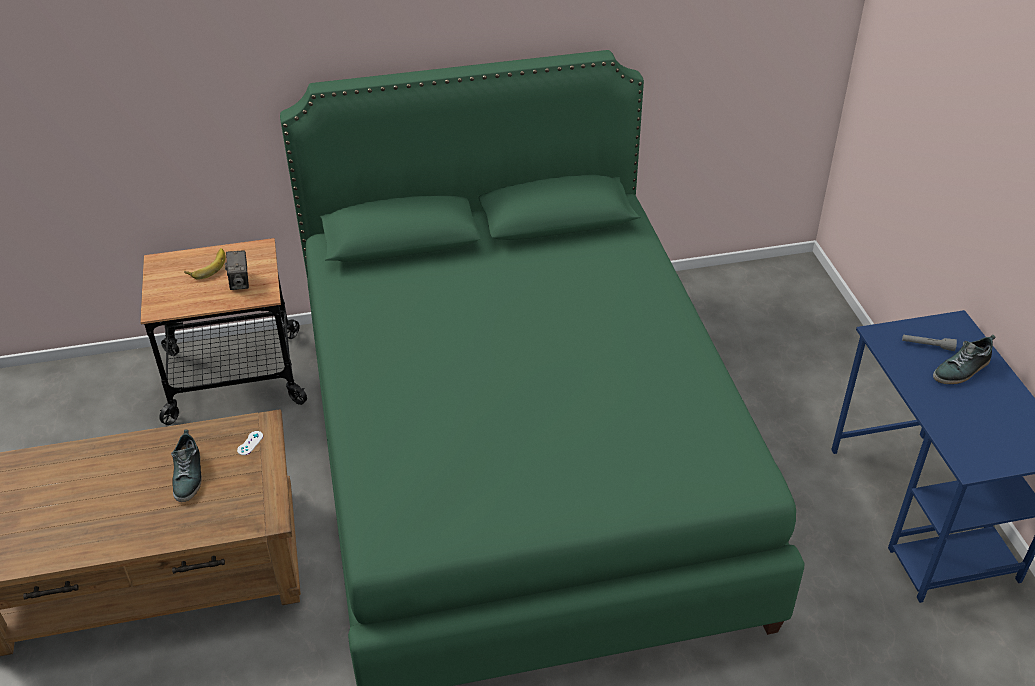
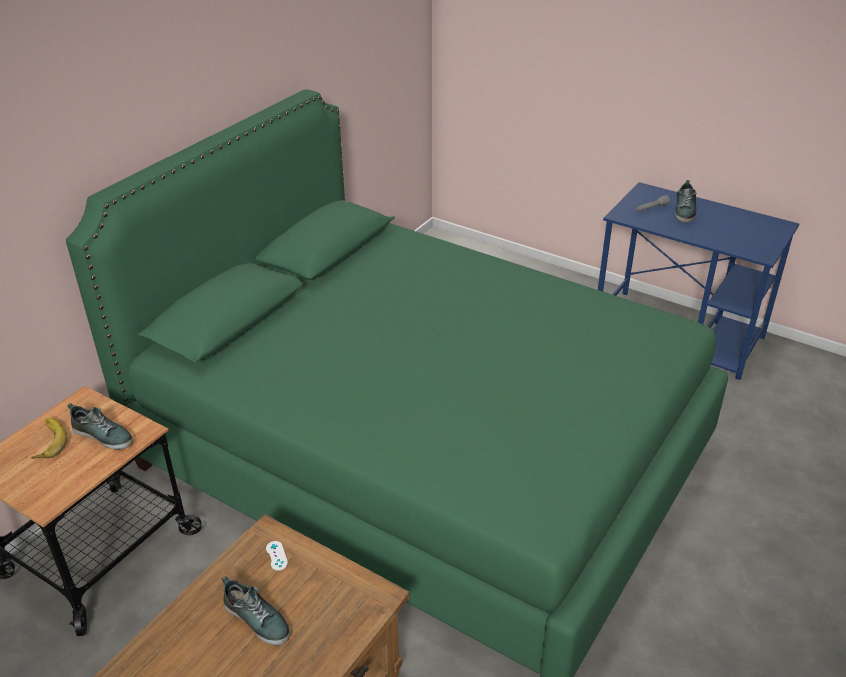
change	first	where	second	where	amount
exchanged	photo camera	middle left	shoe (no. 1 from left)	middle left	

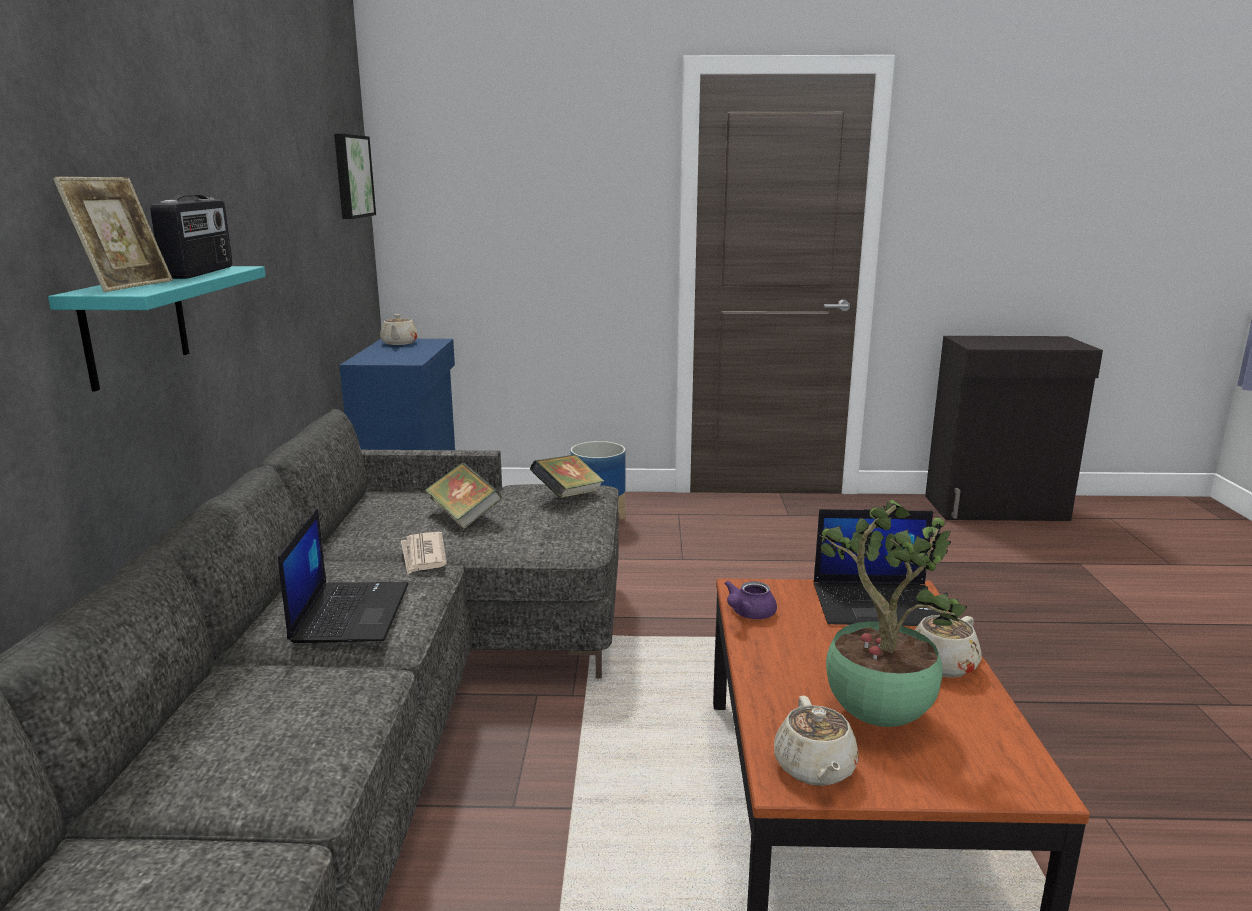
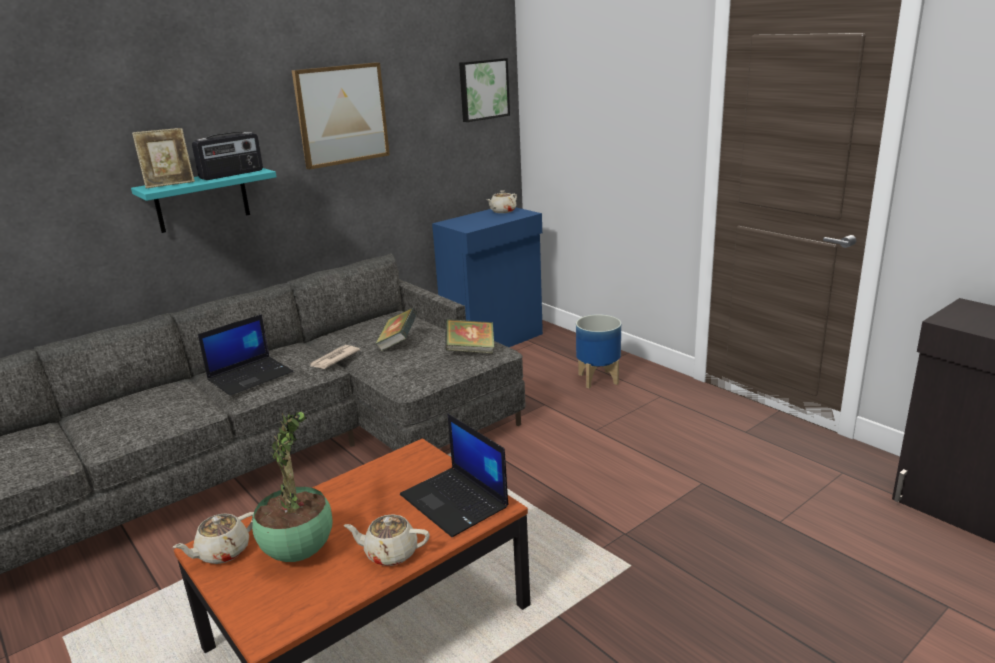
change	first	where	second	where	amount
missing	purple teapot	centre			
appeared			picture (no. 1 from left)	top centre	

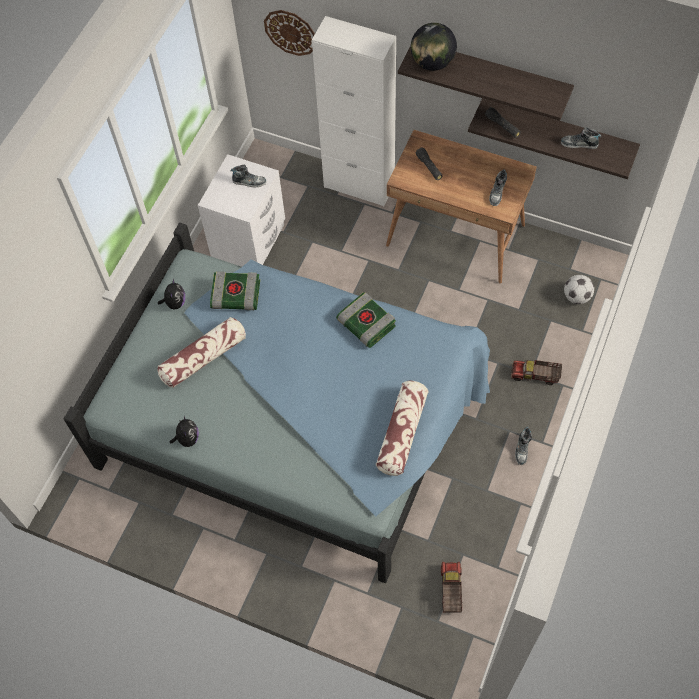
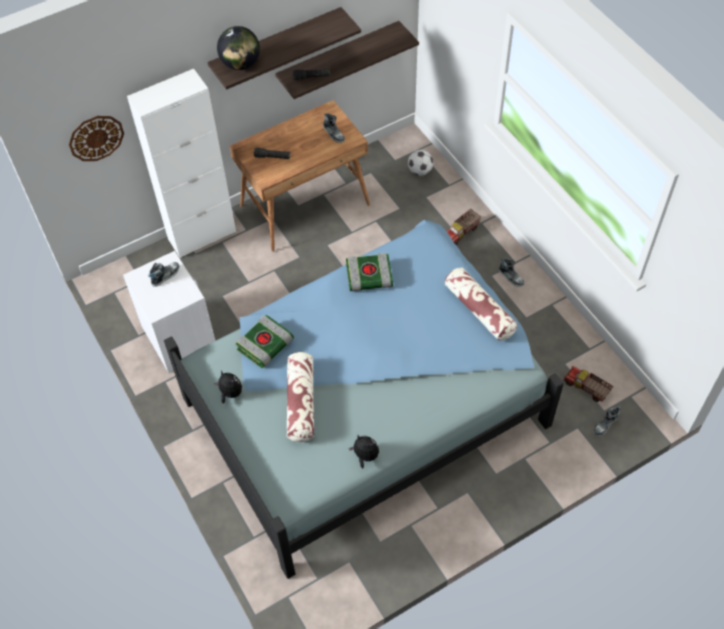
change	first	where	second	where	amount
relocated	shoe (no. 4 from left)	top right		bottom right	

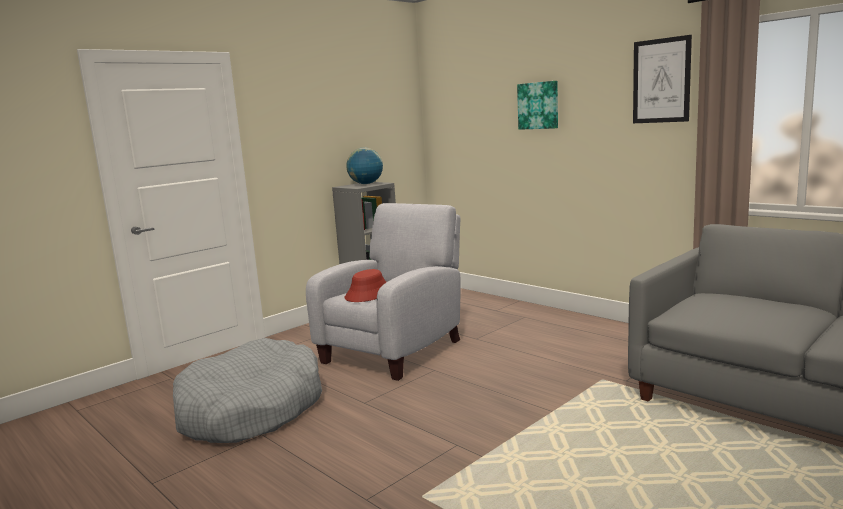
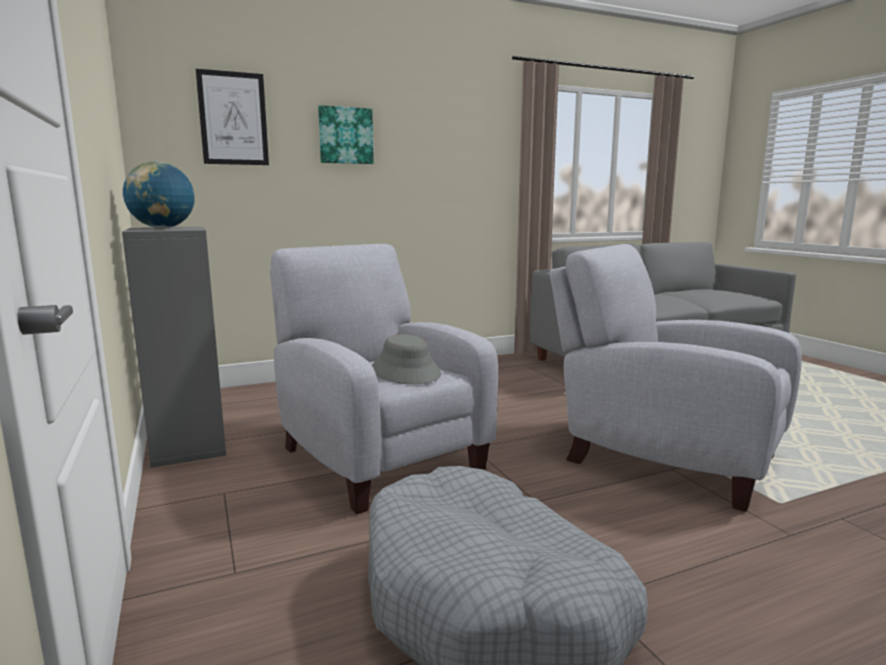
change	first	where	second	where	amount
appeared			grey armchair (no. 2 from left)	middle right	
relocated	picture (no. 2 from left in the first image)	top right	picture (no. 1 from left)	top left	
colour	red hat	centre	grey hat	centre	

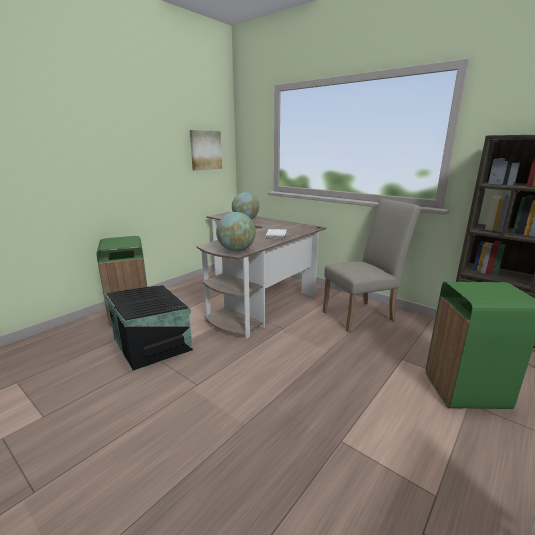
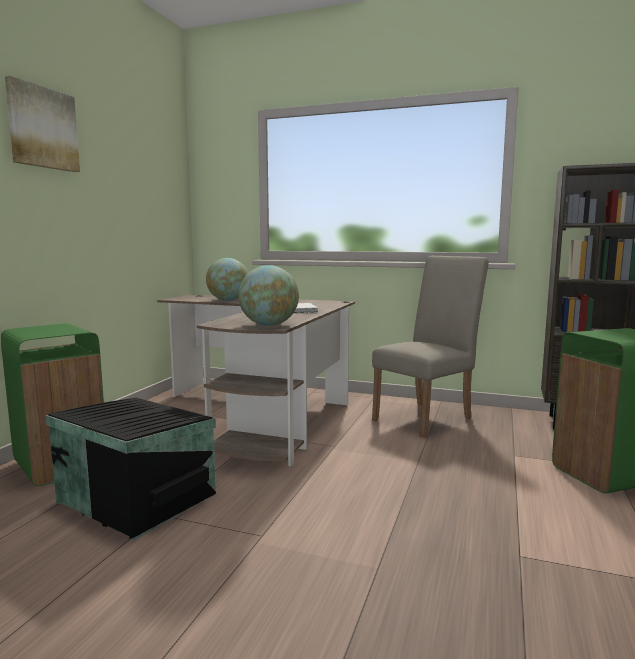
change	first	where	second	where	amount
relocated	picture	top centre		top left	

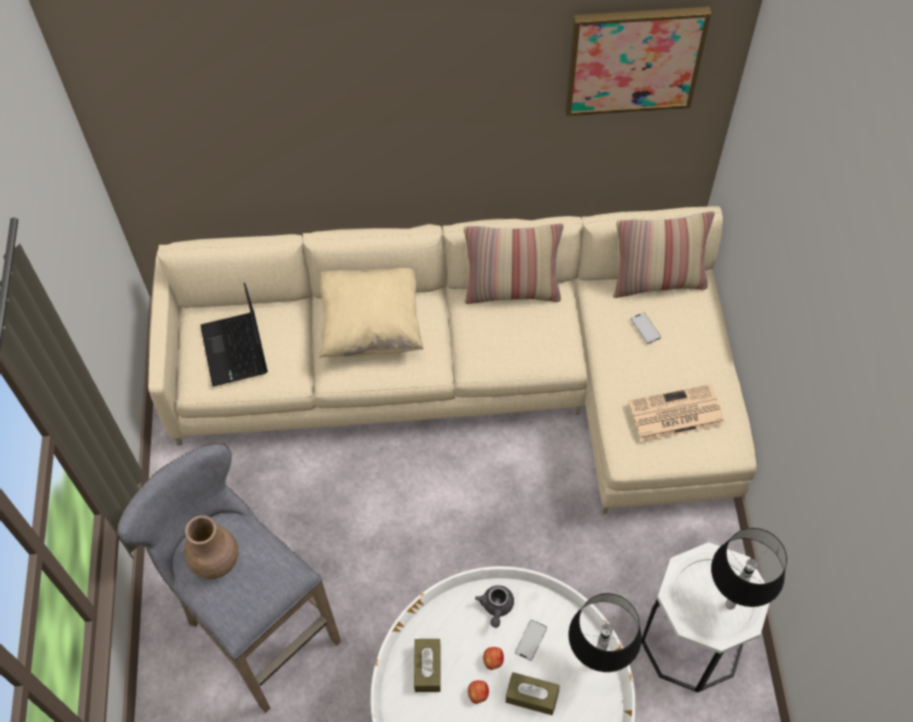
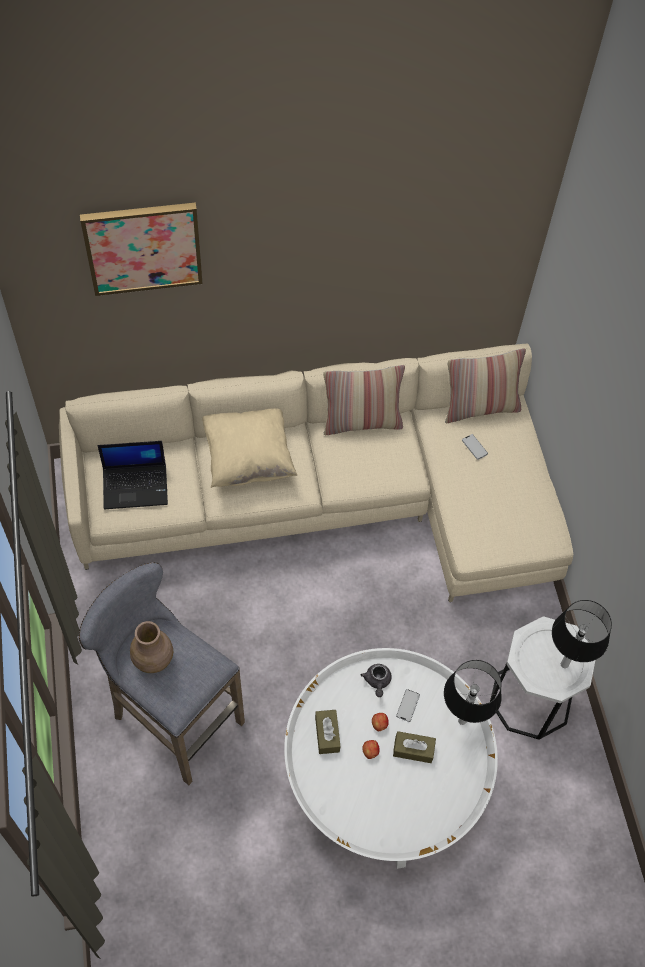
change	first	where	second	where	amount
missing	newspaper	middle right			
relocated	picture	top right		top left	
spun	laptop	middle left		middle left	75 degrees counterclockwise

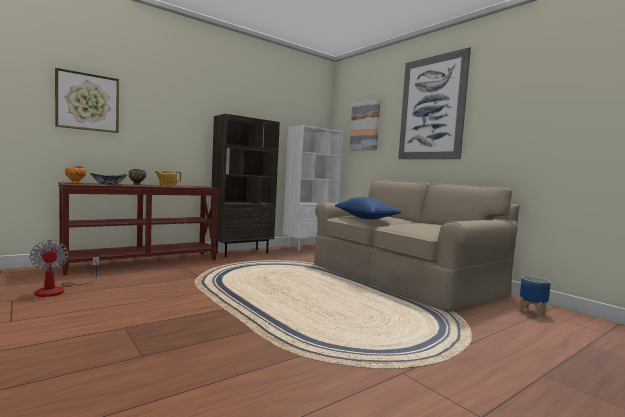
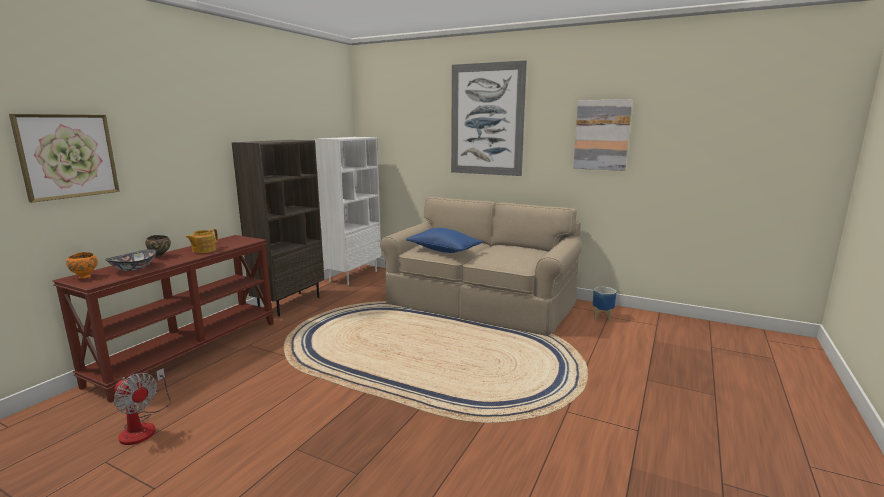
change	first	where	second	where	amount
relocated	picture (no. 2 from left in the first image)	top centre	picture (no. 3 from left)	top right	

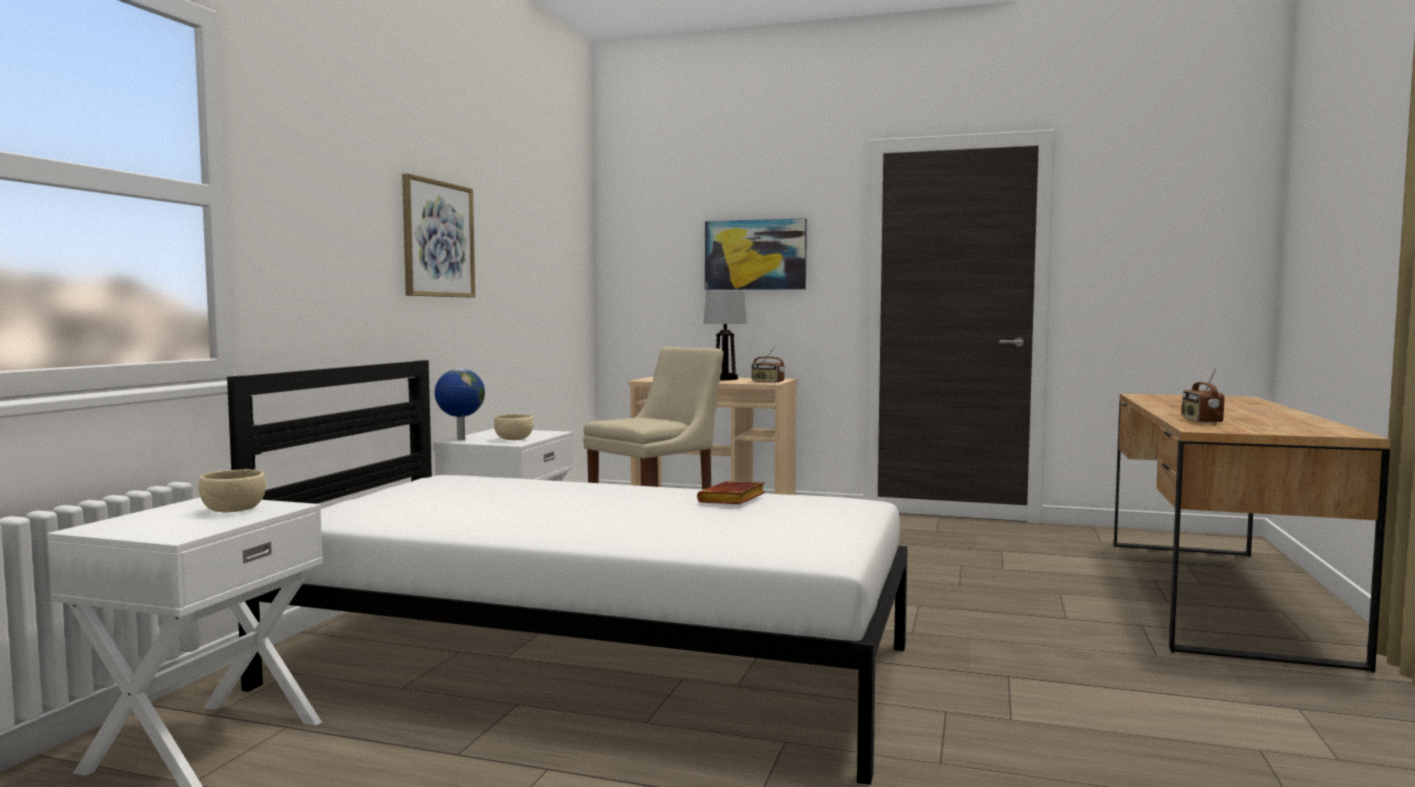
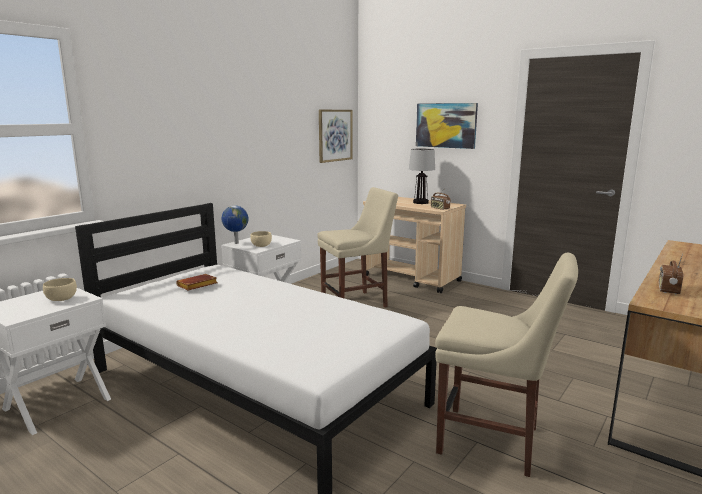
change	first	where	second	where	amount
appeared			beige chair (no. 2 from left)	bottom right	
relocated	picture (no. 1 from left)	top left		top centre	
relocated	brown book	centre		middle left	

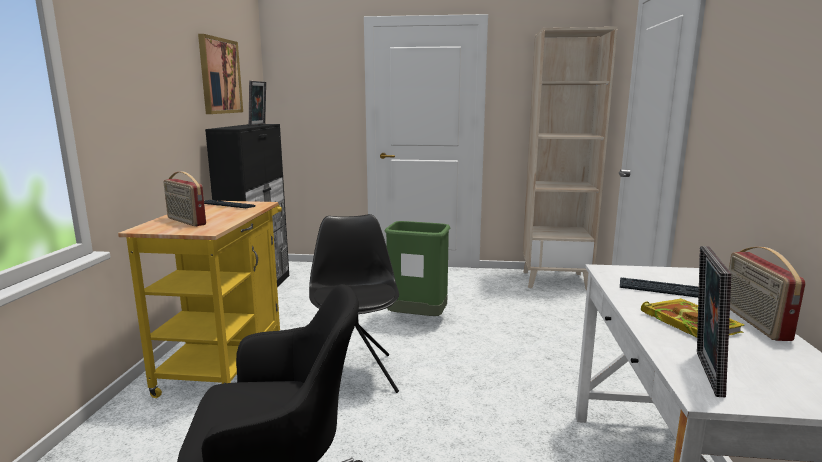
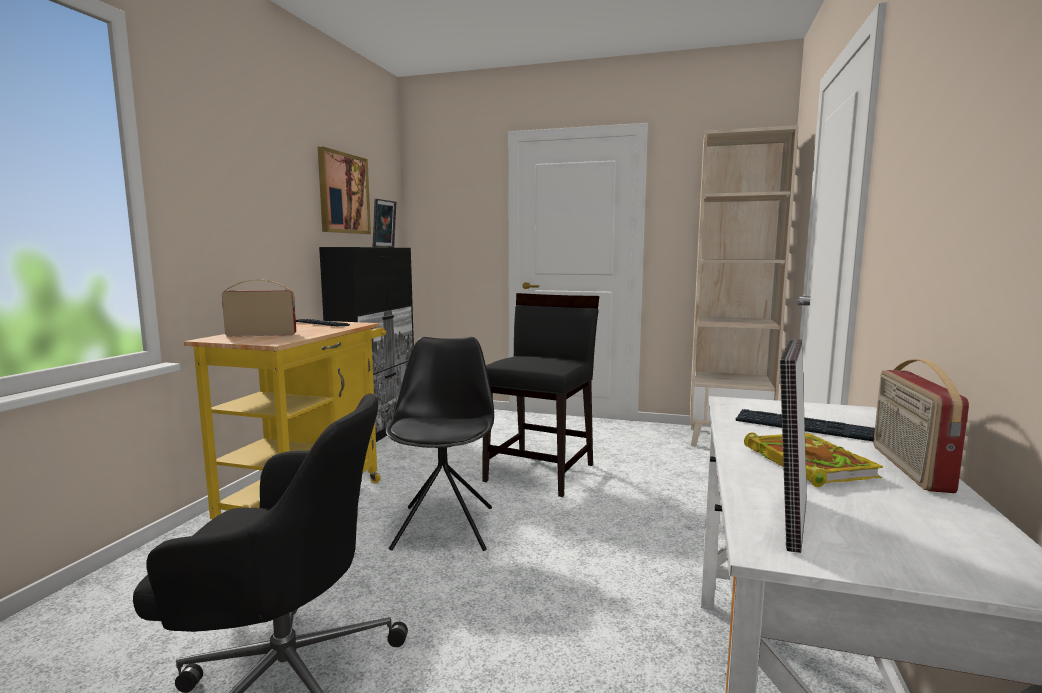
change	first	where	second	where	amount
exchanged	green trash can	centre	black chair (no. 2 from left)	centre	
spun	radio (no. 1 from left)	middle left		middle left	120 degrees clockwise

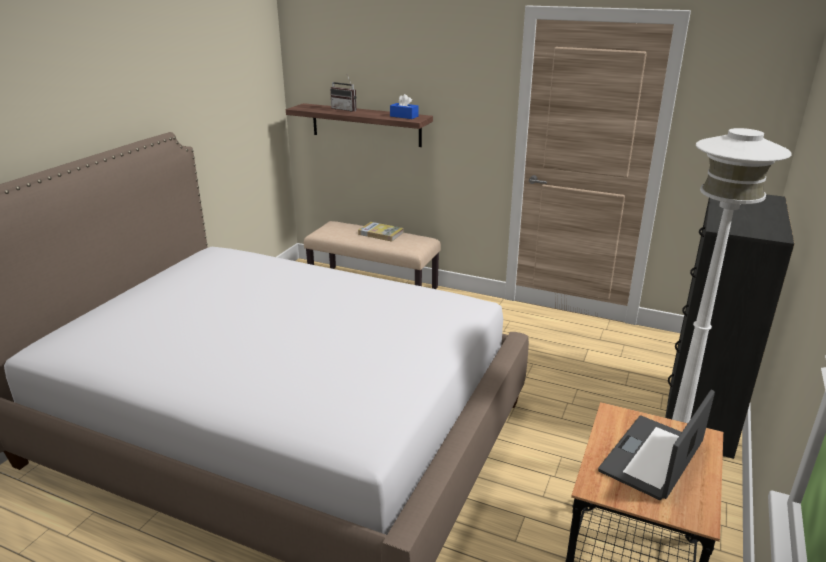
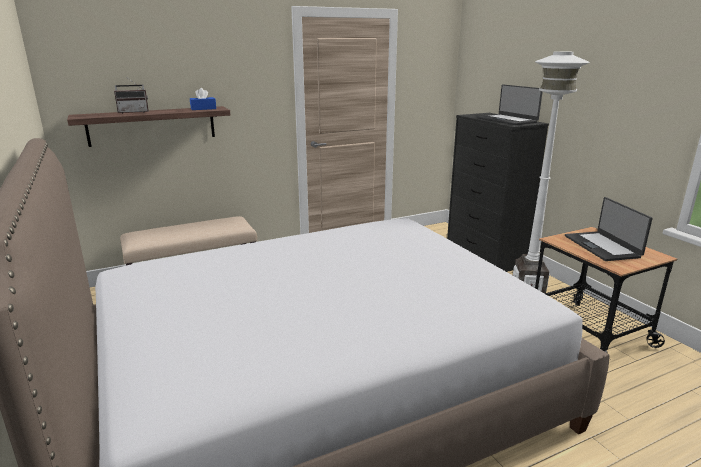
change	first	where	second	where	amount
missing	book	centre			
appeared			laptop (no. 1 from left)	top right	

